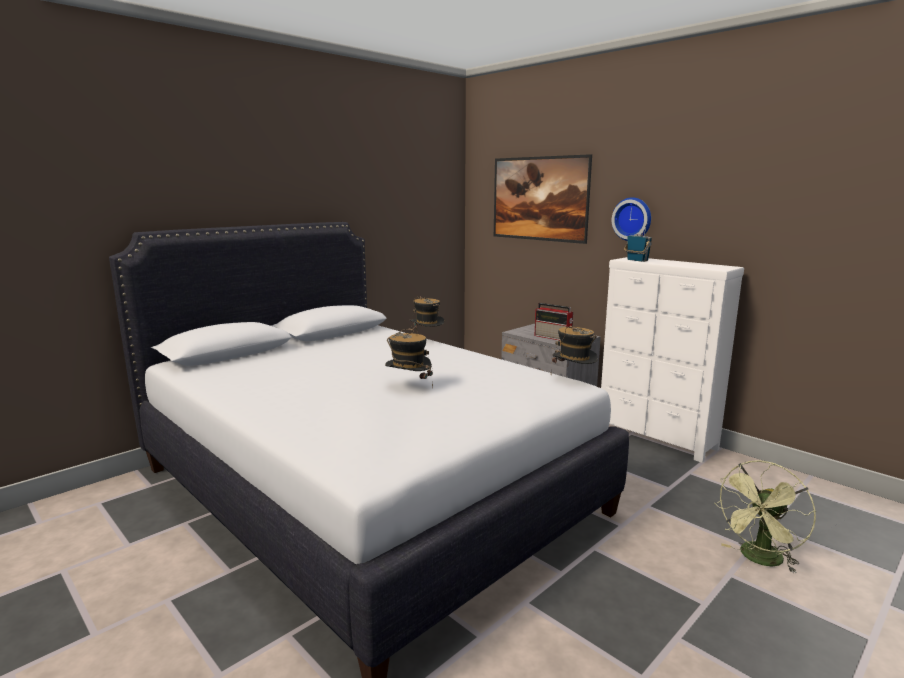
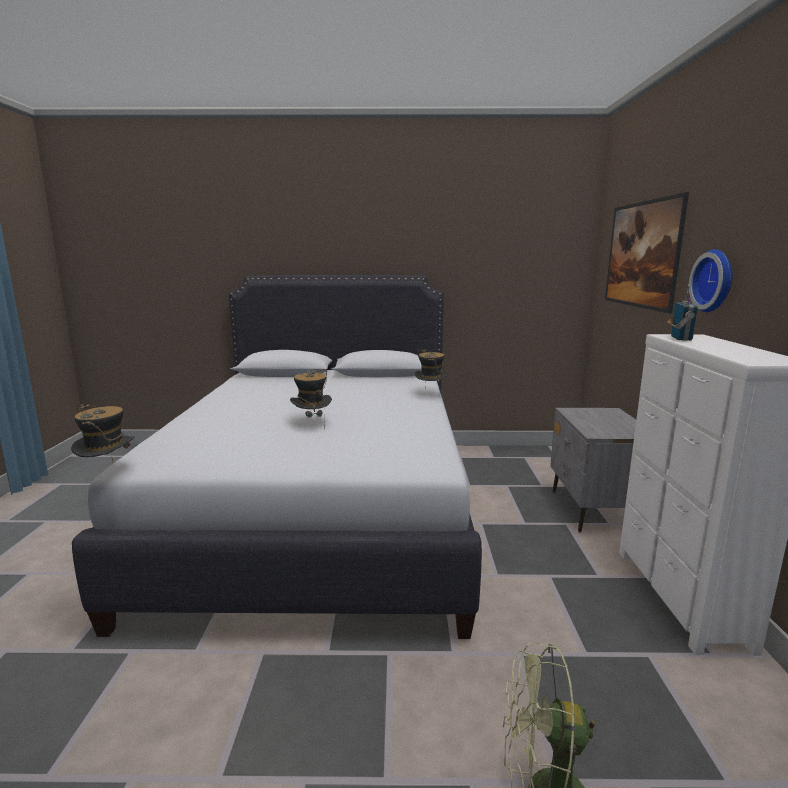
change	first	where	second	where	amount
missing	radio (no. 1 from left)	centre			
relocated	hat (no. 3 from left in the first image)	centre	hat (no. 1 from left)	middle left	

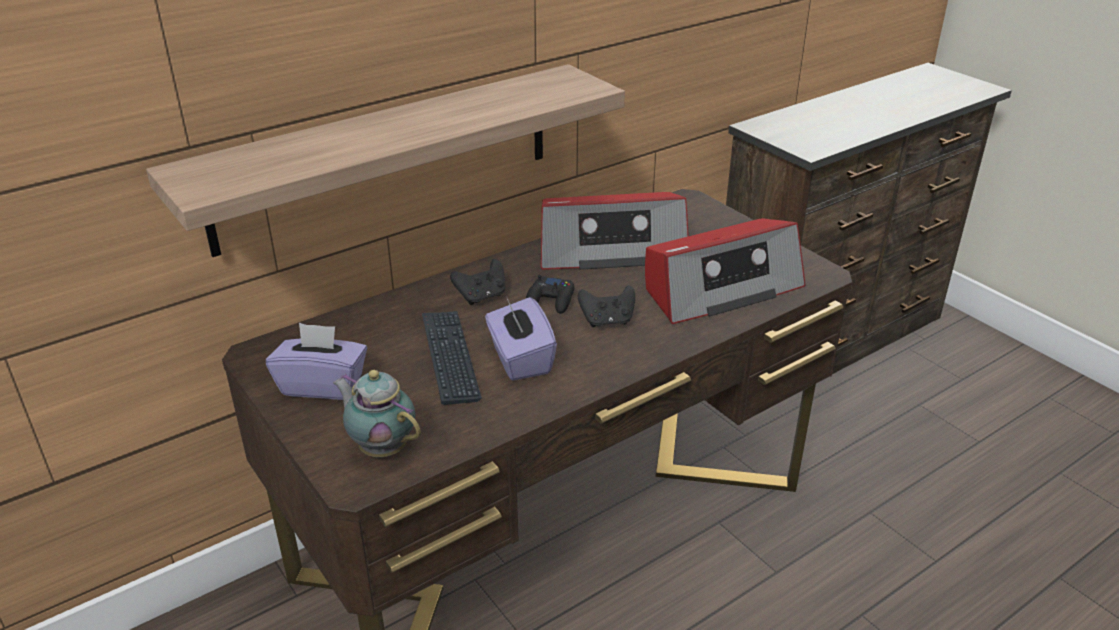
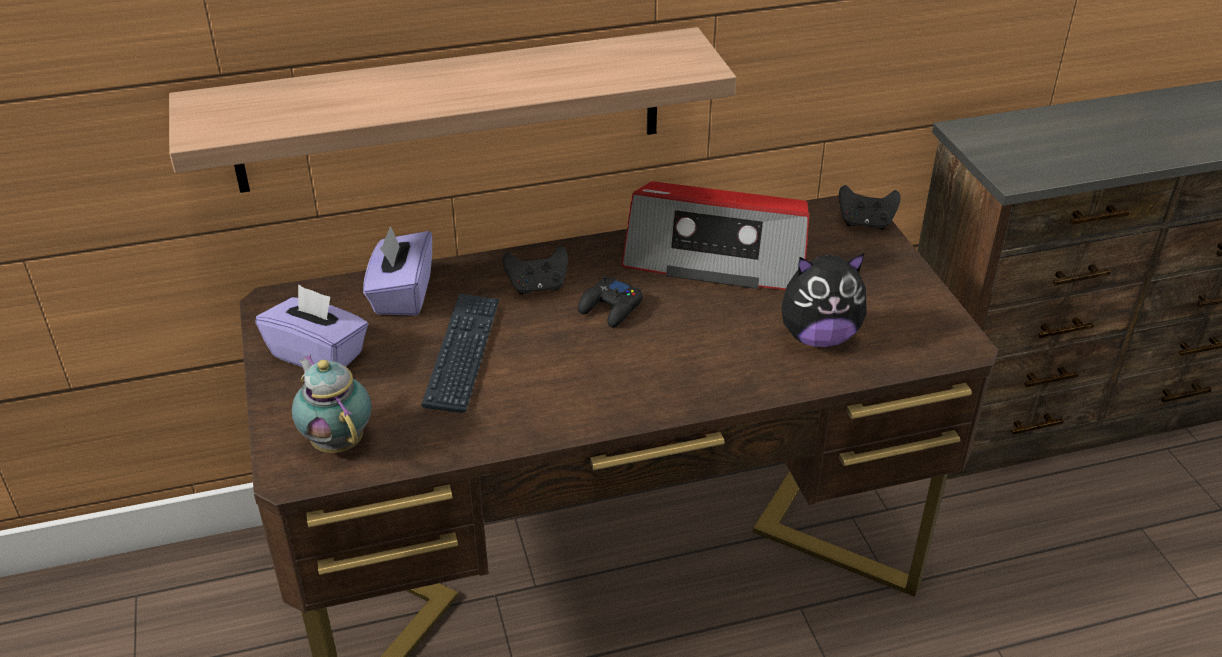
change	first	where	second	where	amount
relocated	purple tissue box (no. 2 from left)	centre		middle left	
relocated	black game controller (no. 3 from left)	centre		top right	
exchanged	radio (no. 2 from left)	centre	plush toy	middle right	

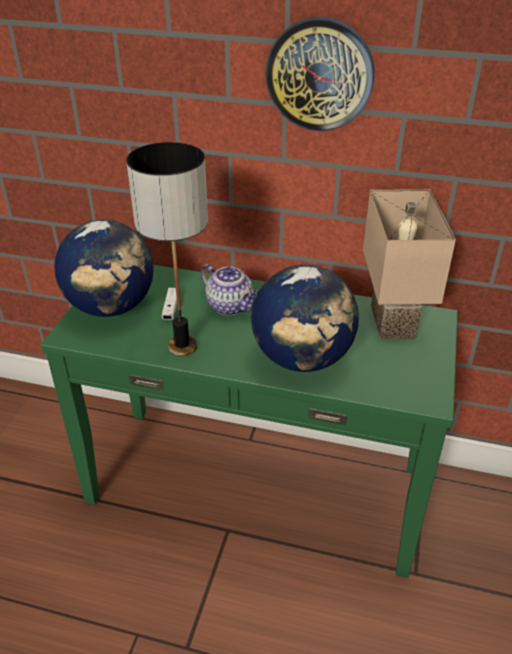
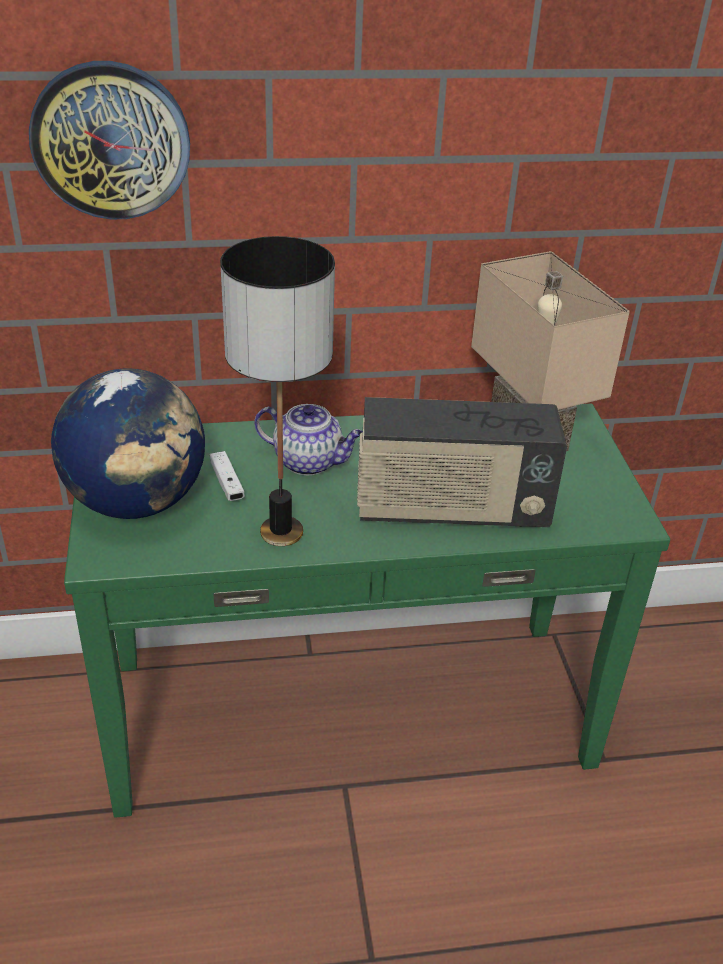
change	first	where	second	where	amount
relocated	wall clock	top centre		top left	
exchanged	globe (no. 2 from left)	centre	radio	centre	

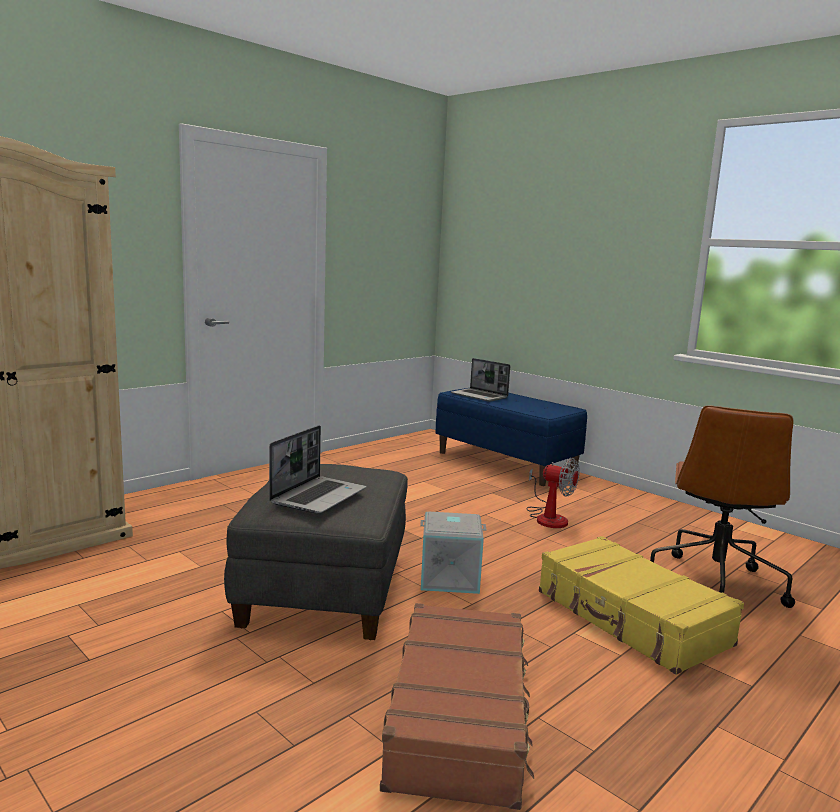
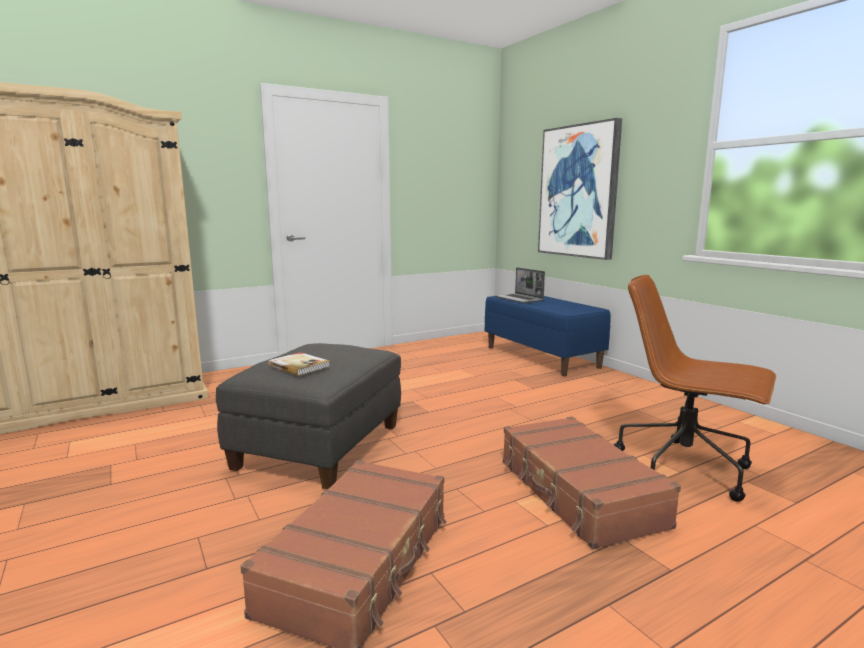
change	first	where	second	where	amount
missing	grey storage box	bottom centre			
missing	fan	centre			
appeared			picture	top right	
exchanged	laptop (no. 1 from left)	centre	book	centre	
colour	yellow suitcase	bottom right	brown suitcase (no. 2 from left)	bottom right	
spun	brown office chair	middle right		middle right	90 degrees clockwise

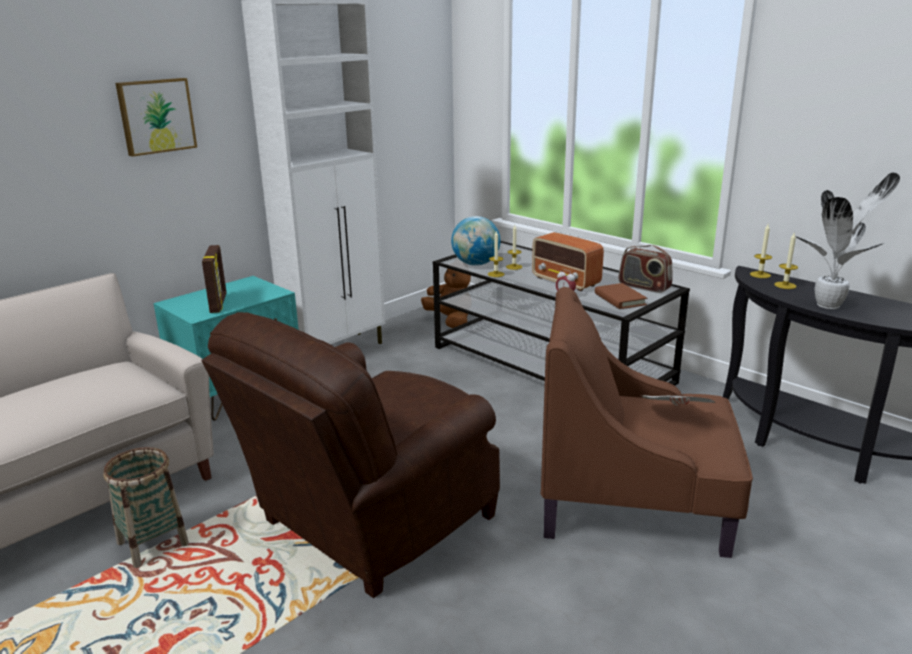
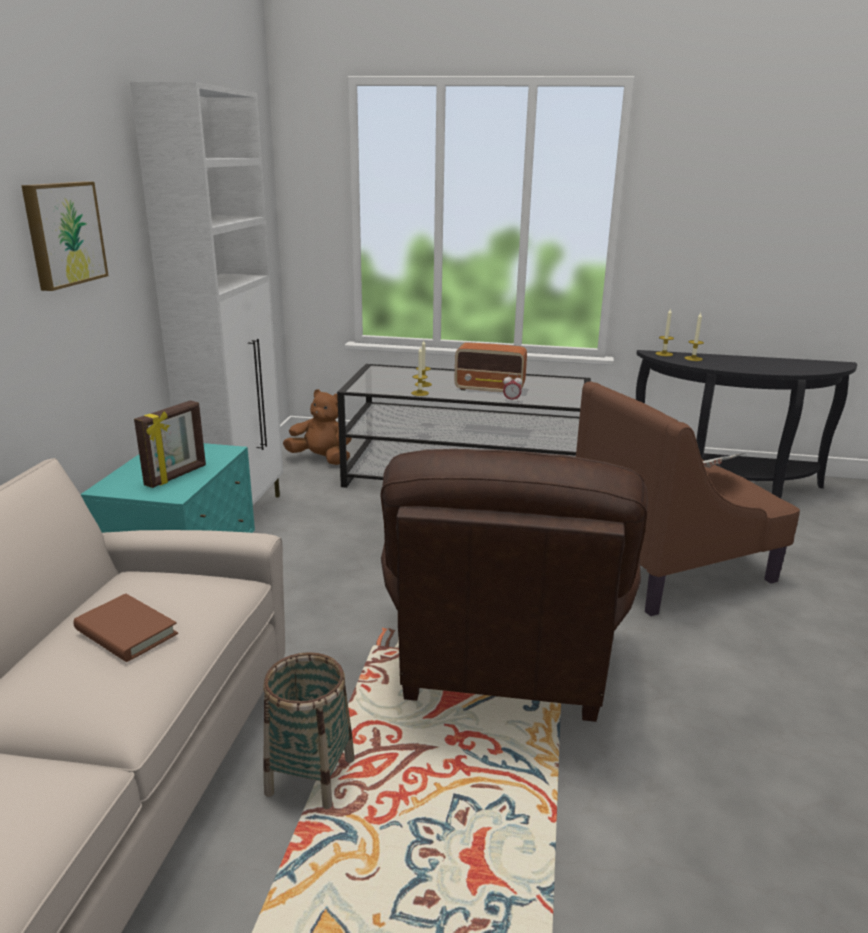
change	first	where	second	where	amount
missing	globe	centre			
missing	radio (no. 2 from left)	middle right			
missing	potted plant	middle right			
relocated	brown book	middle right		bottom left	
spun	picture frame	middle left		middle left	75 degrees clockwise

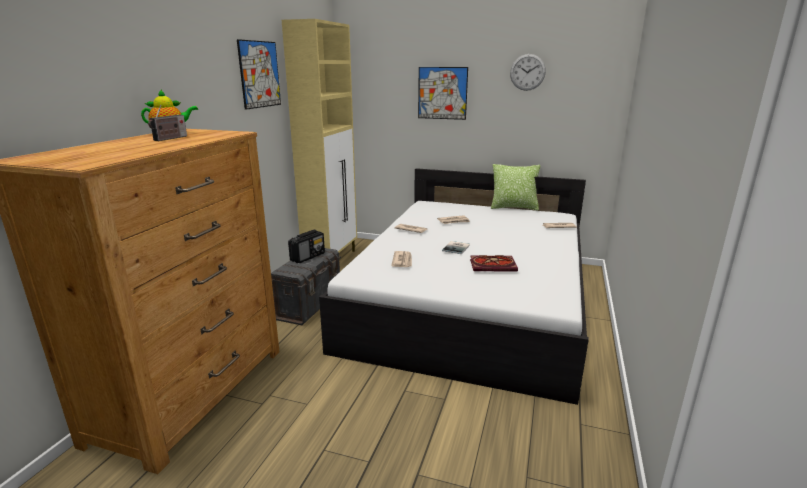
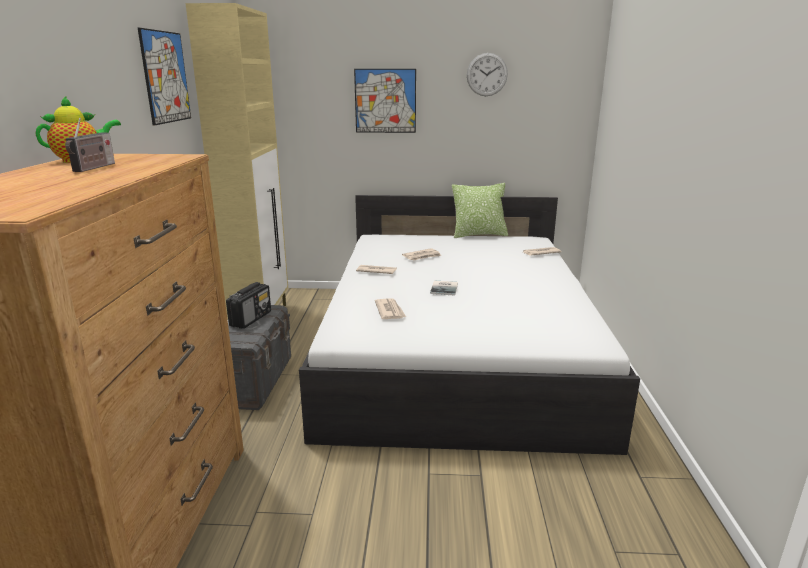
change	first	where	second	where	amount
missing	book (no. 2 from left)	centre			

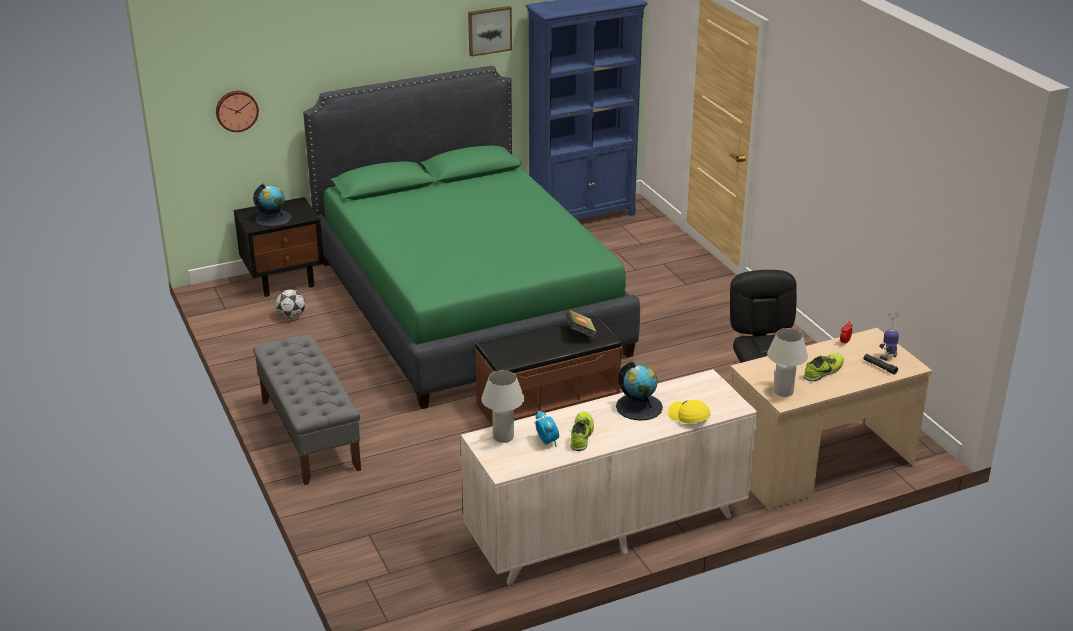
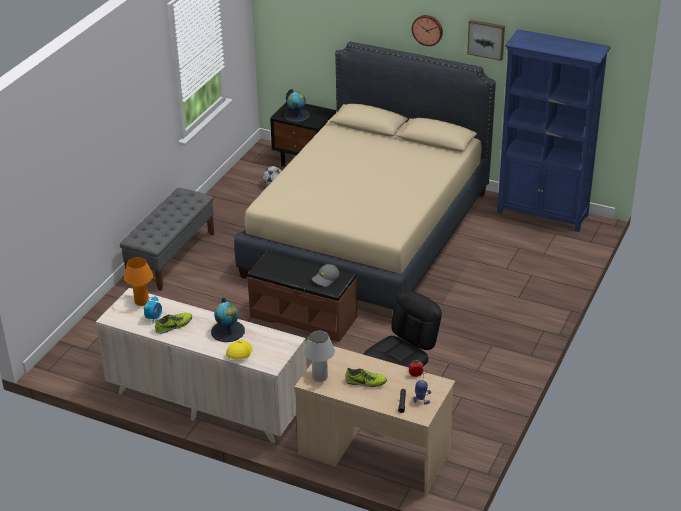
change	first	where	second	where	amount
relocated	wall clock	top left		top centre	
exchanged	book	centre	grey cap	centre	
colour	green bed	centre	beige bed	centre	
colour	white table lamp (no. 1 from left)	centre	orange table lamp	middle left	

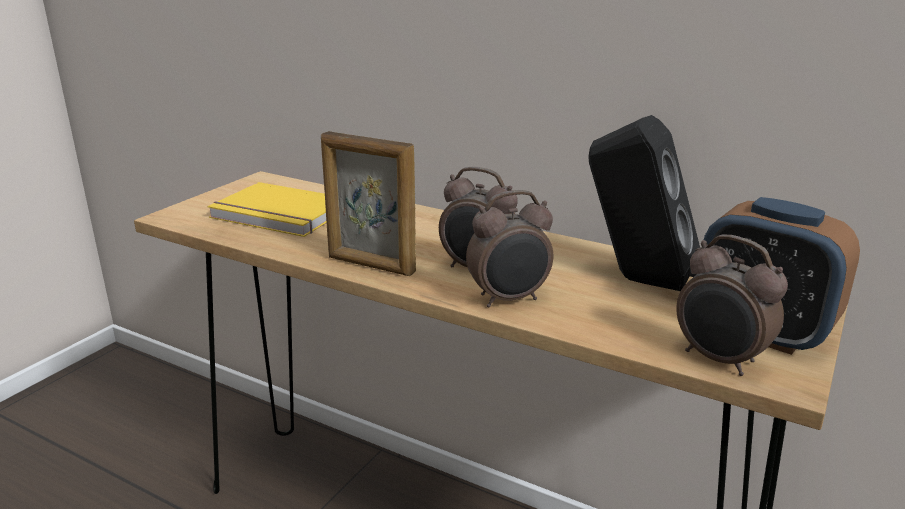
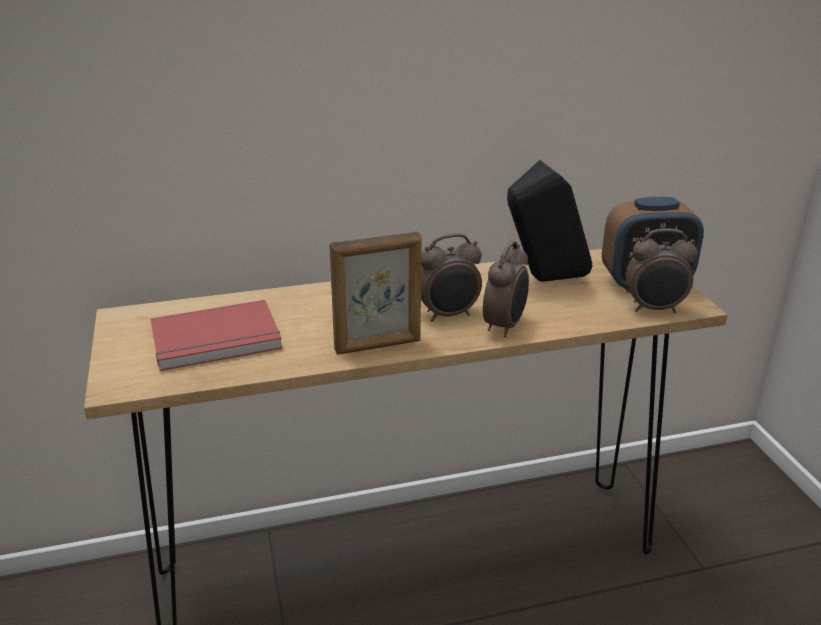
change	first	where	second	where	amount
colour	yellow book	middle left	red book	middle left	

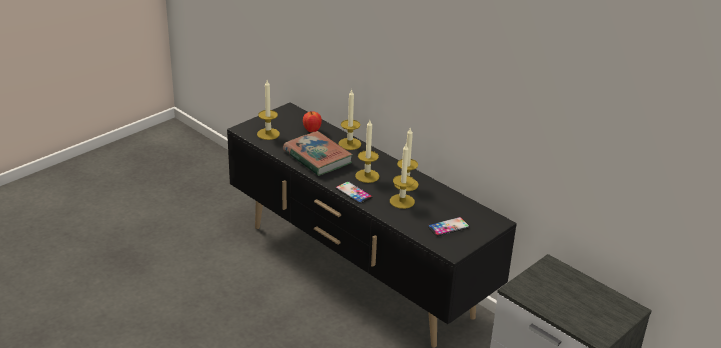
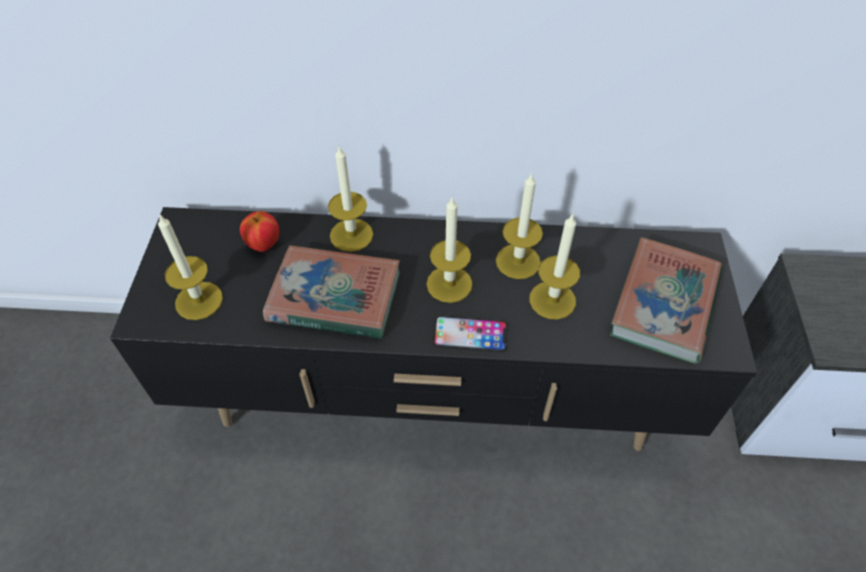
change	first	where	second	where	amount
exchanged	phone (no. 2 from left)	centre	book (no. 2 from left)	middle right	

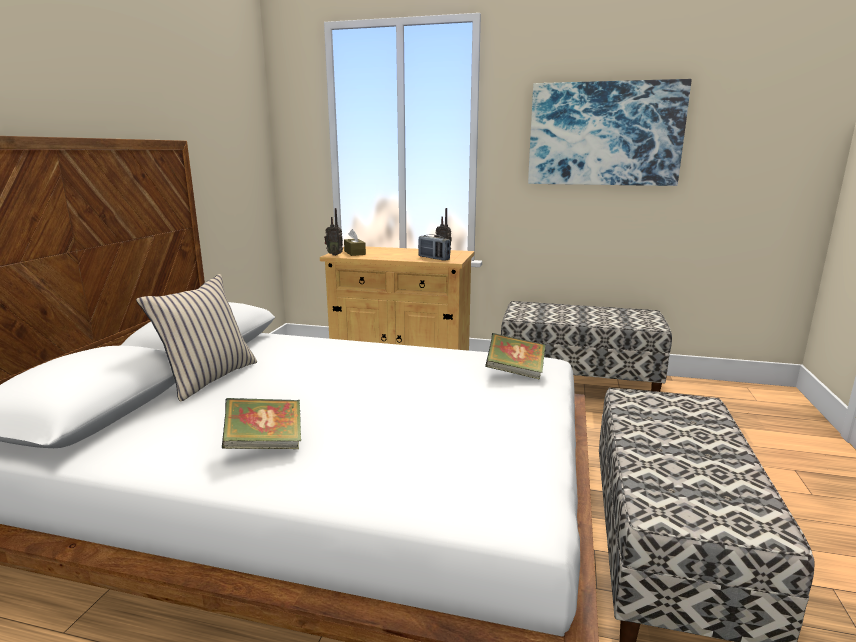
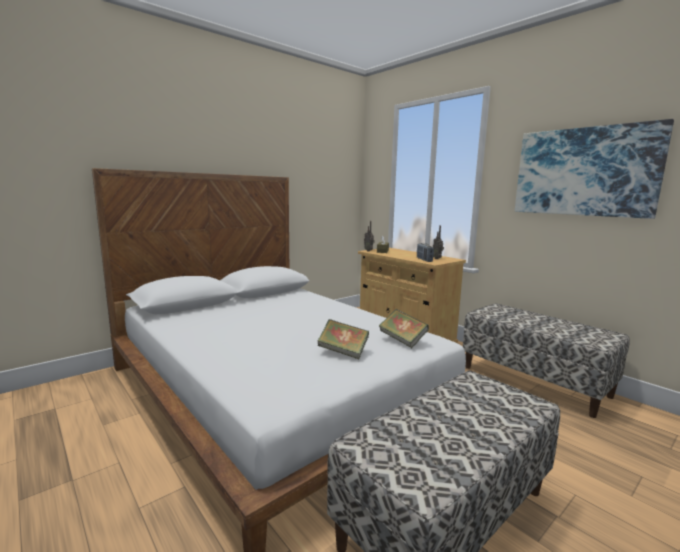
change	first	where	second	where	amount
missing	beige pillow	middle left			
relocated	book (no. 1 from left)	middle left		centre	

